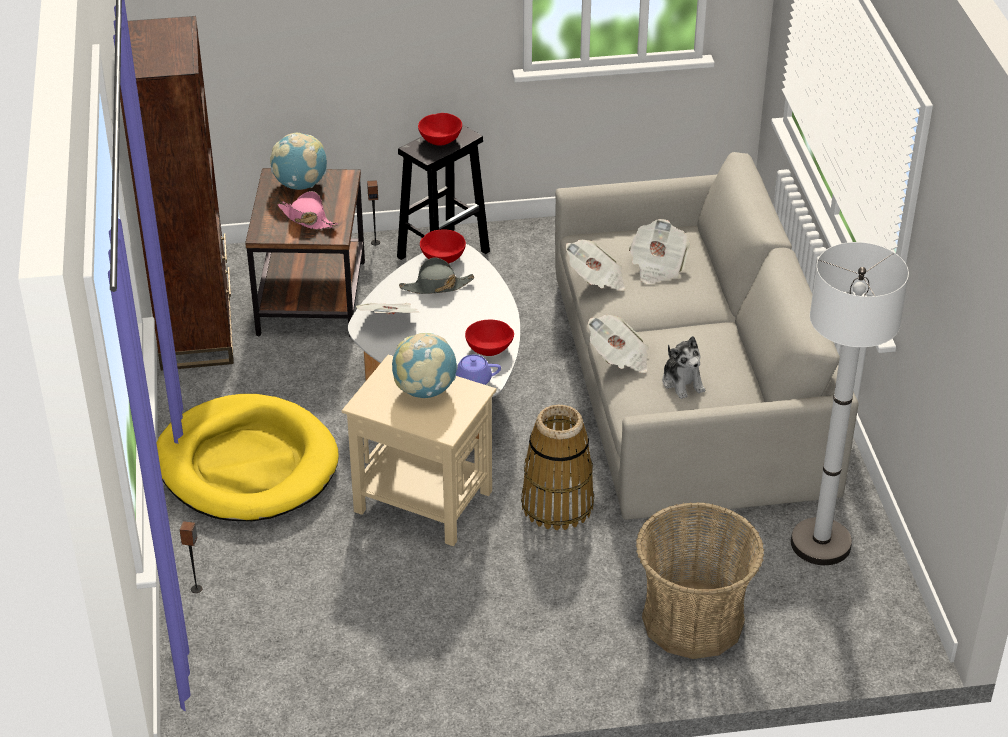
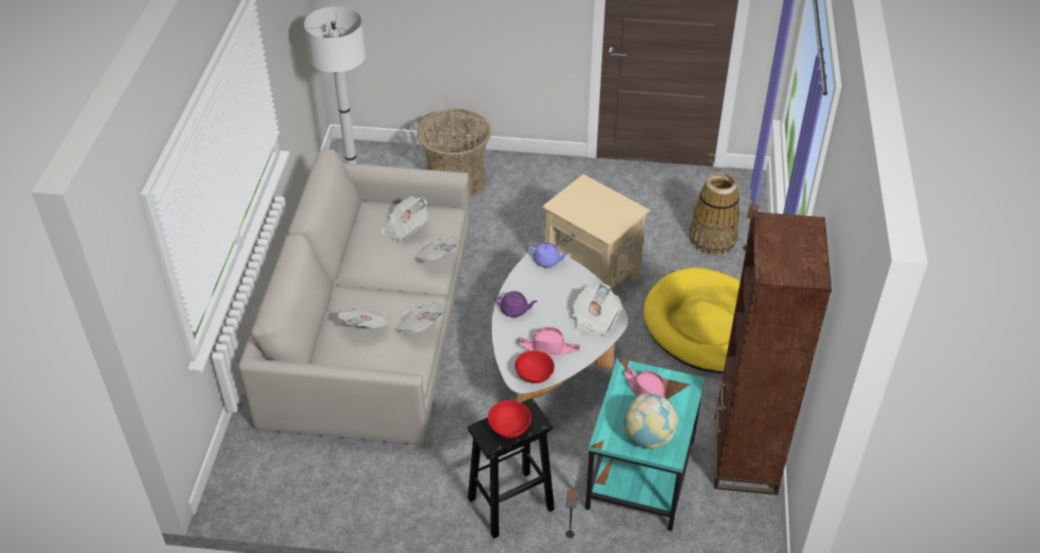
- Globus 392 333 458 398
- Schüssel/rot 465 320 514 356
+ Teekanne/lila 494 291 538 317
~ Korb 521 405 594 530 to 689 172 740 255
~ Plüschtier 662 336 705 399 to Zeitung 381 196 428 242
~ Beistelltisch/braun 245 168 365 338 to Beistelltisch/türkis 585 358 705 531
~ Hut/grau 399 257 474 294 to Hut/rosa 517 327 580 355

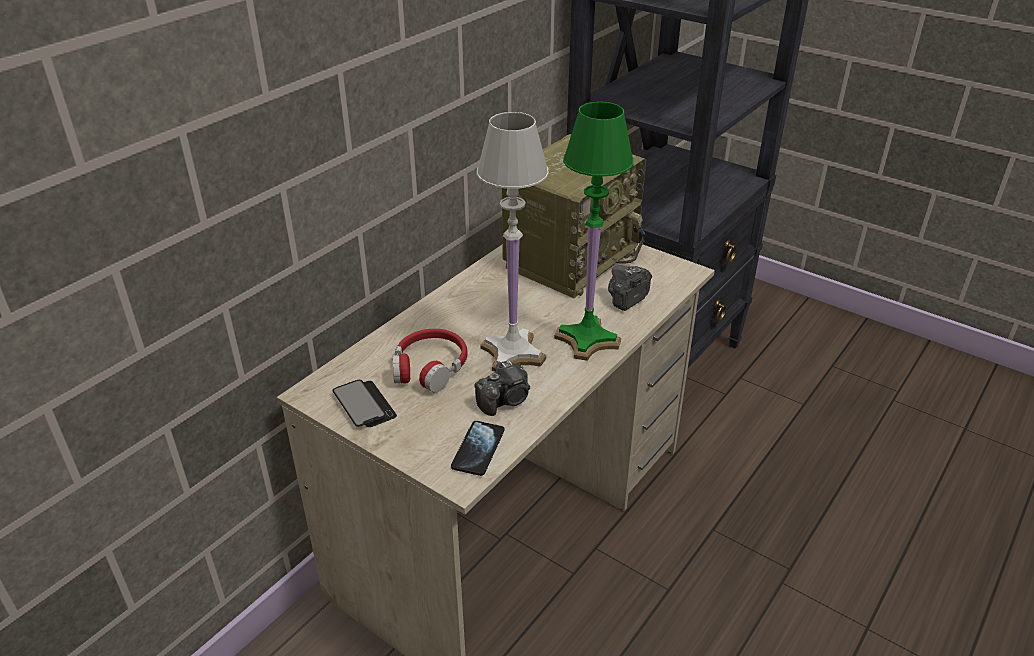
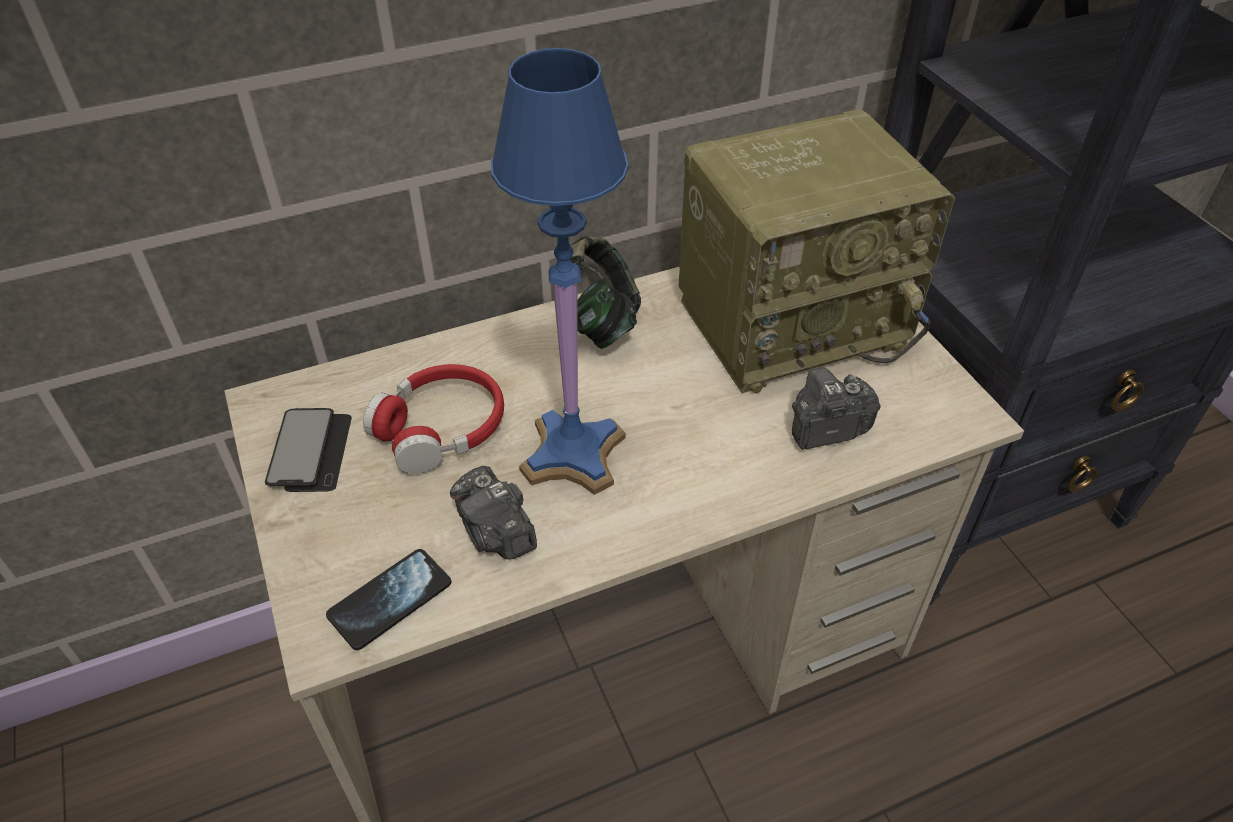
- Tischlampe/grün 554 102 634 361
+ Kopfhörer 570 236 641 349
~ Tischlampe/weiß 477 112 549 371 to Tischlampe/blau 491 48 628 495
~ Kamera 474 361 530 416 = 450 466 537 559 60 degrees clockwise

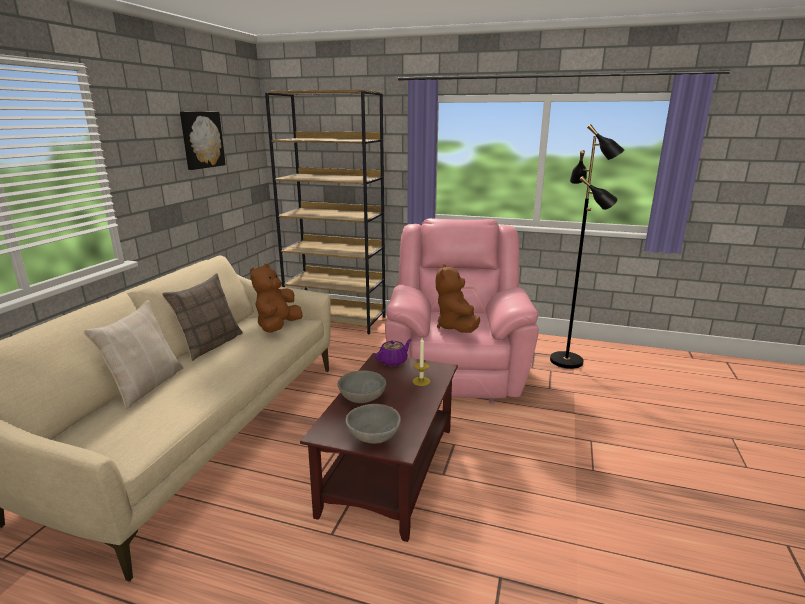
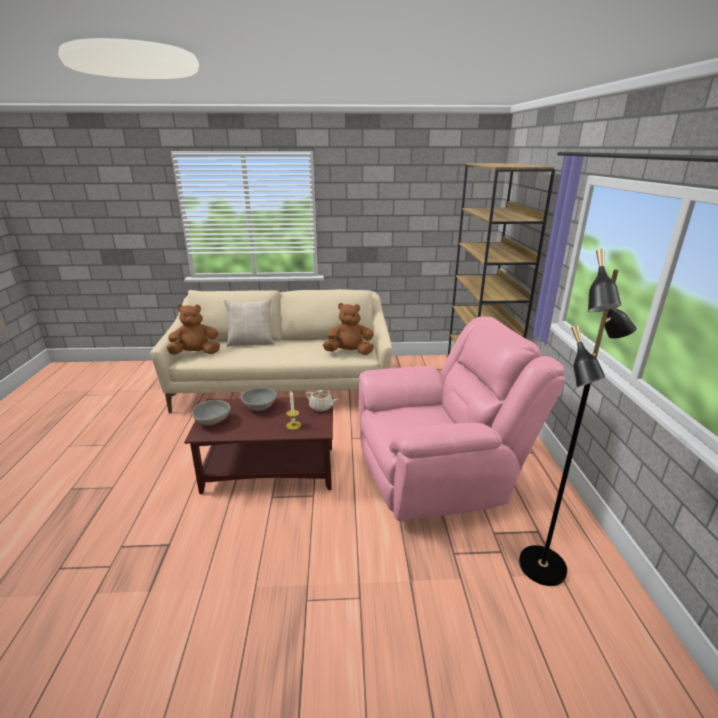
- Kissen 162 273 243 361
- Bild 180 112 226 170
~ Plüschtier/braun 436 264 480 333 to 167 304 220 355
~ Teekanne/lila 375 338 412 366 to Teekanne/beige 306 390 339 412

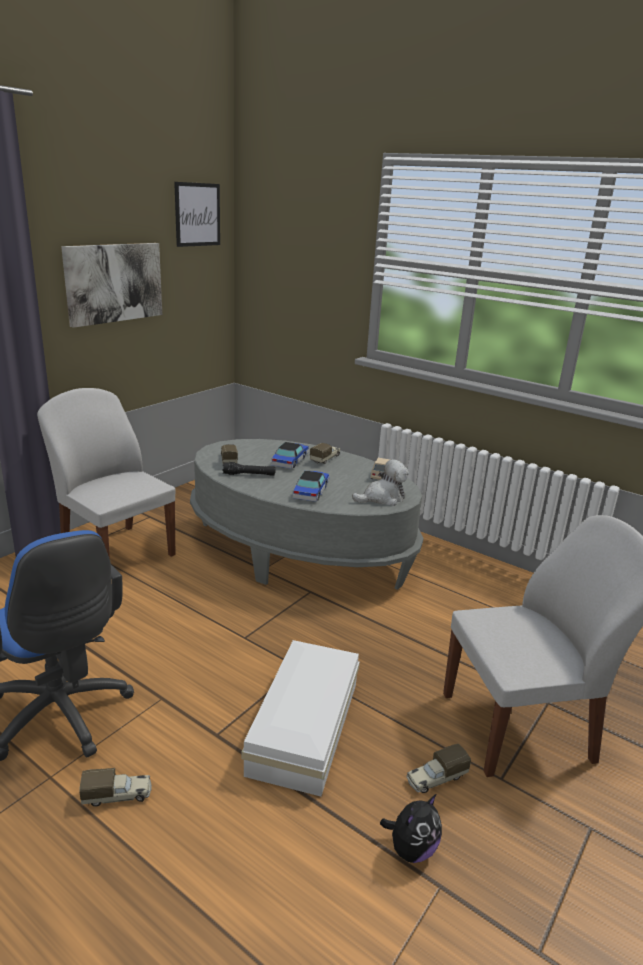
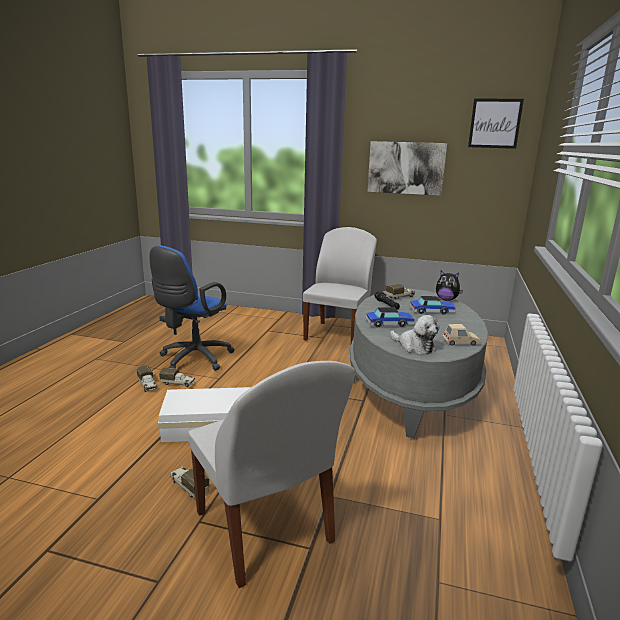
~ Spielzeuglaster 310 443 340 464 to 159 368 195 387
~ Plüschtier 380 794 442 863 to 436 270 463 301

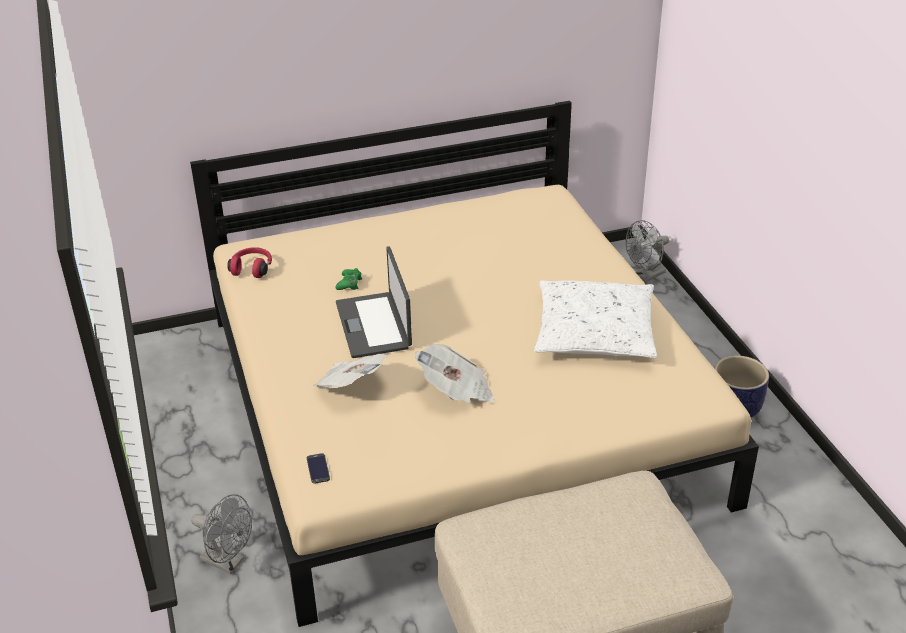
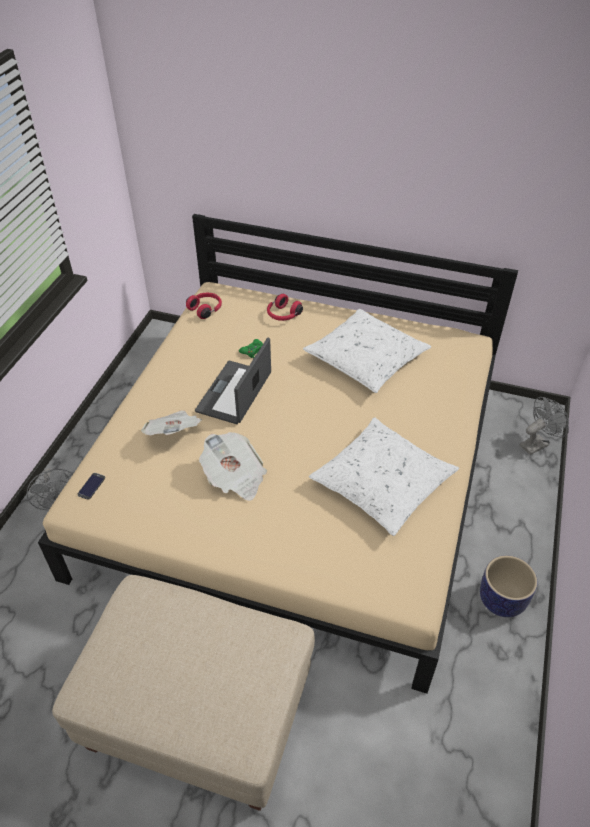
+ Kopfhörer/rot 267 294 303 321
+ Kissen/weiß 303 309 431 393
~ Ventilator/grau 626 220 669 283 = 520 397 569 455 150 degrees clockwise

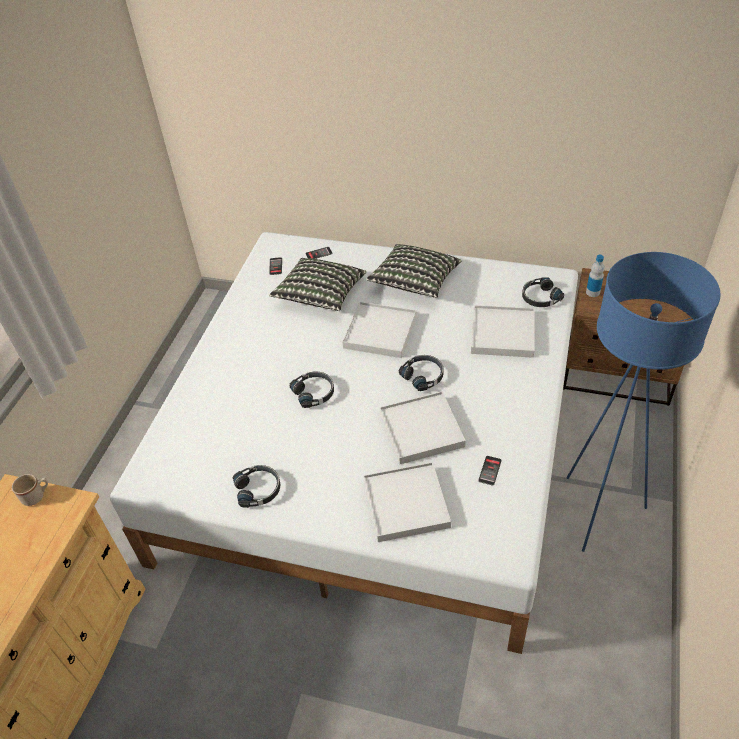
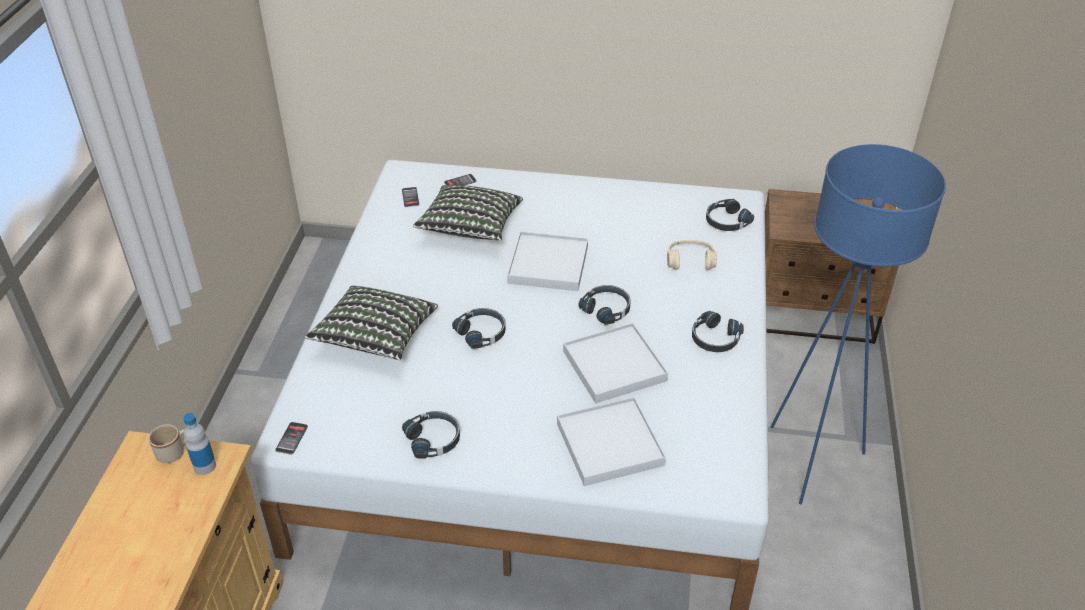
+ Kopfhörer/schwarz 692 311 744 352
~ Kissen 366 244 462 298 to 305 286 438 361
~ Handy 478 456 502 486 to 275 422 308 455
~ Flasche 586 255 604 297 to 183 413 216 475
~ Tablett/weiß 471 305 535 358 to Kopfhörer/beige 667 240 717 270

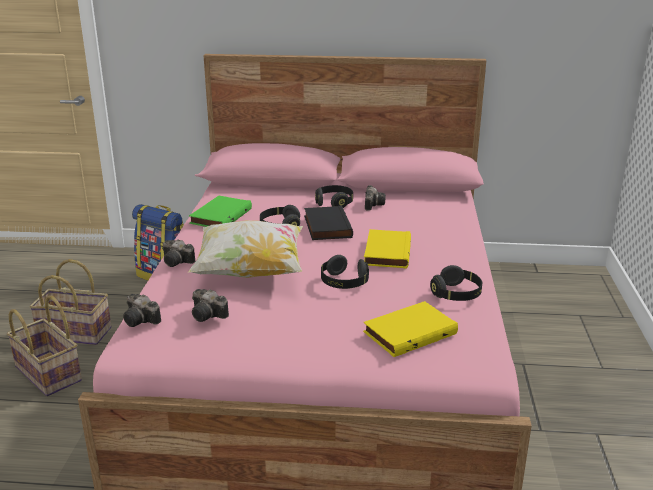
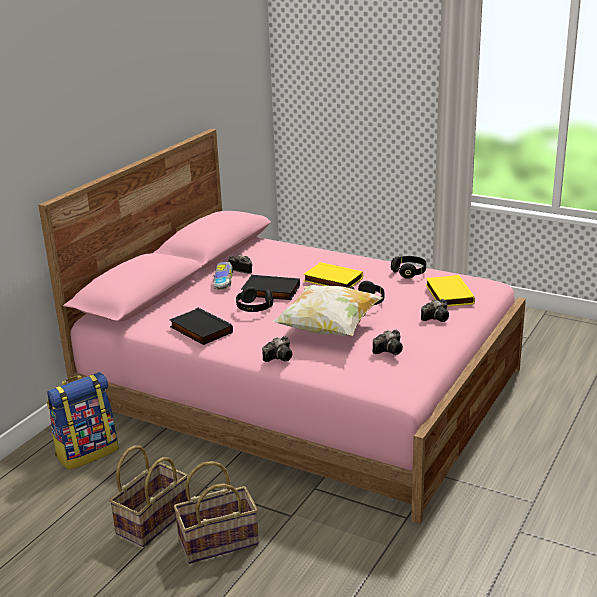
~ Kamera 123 294 161 327 to 421 299 449 322
~ Kopfhörer/schwarz 315 185 353 208 to Spielzeugauto 213 261 233 290
~ Buch/grün 189 196 252 227 to Buch/schwarz 170 308 233 345

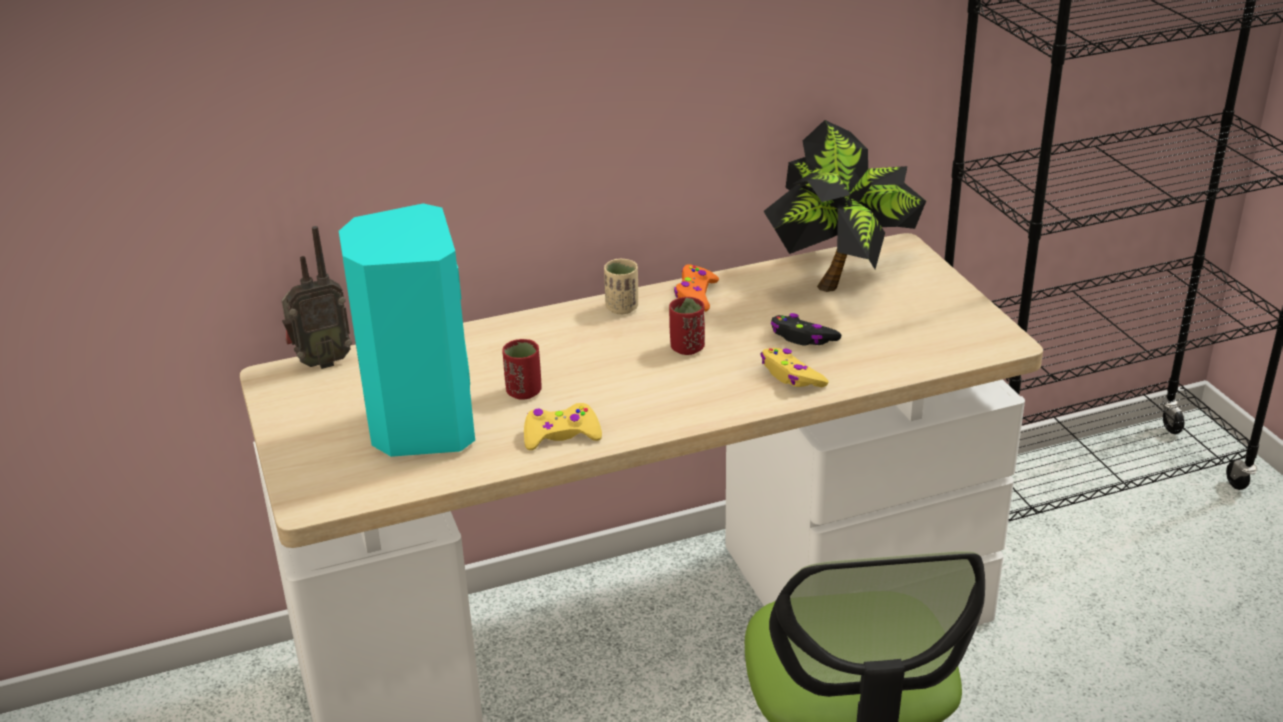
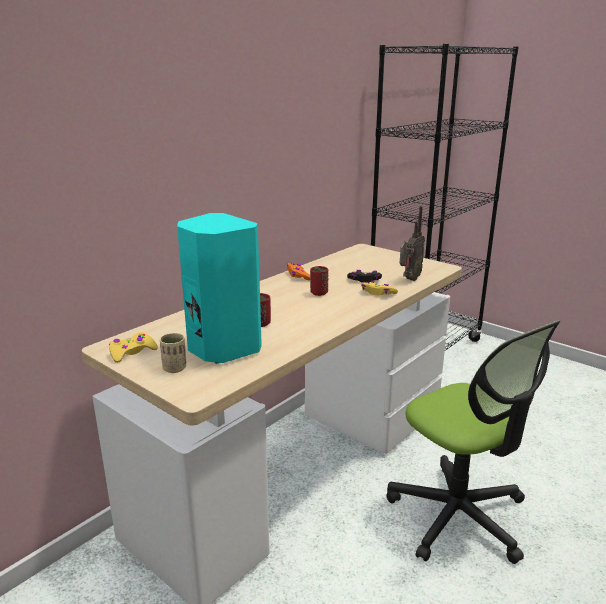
- Topfpflanze 763 120 926 292
~ Radio 282 226 352 369 to 400 206 425 281
~ Gamepad/gelb 524 403 602 450 to 109 332 158 363
~ Tasse/beige 604 259 638 314 to 160 333 186 373

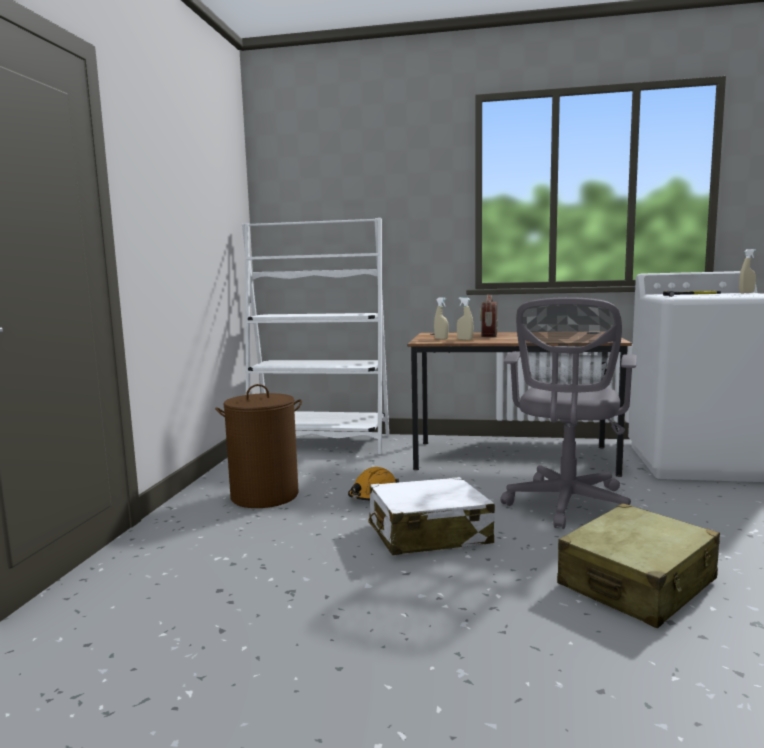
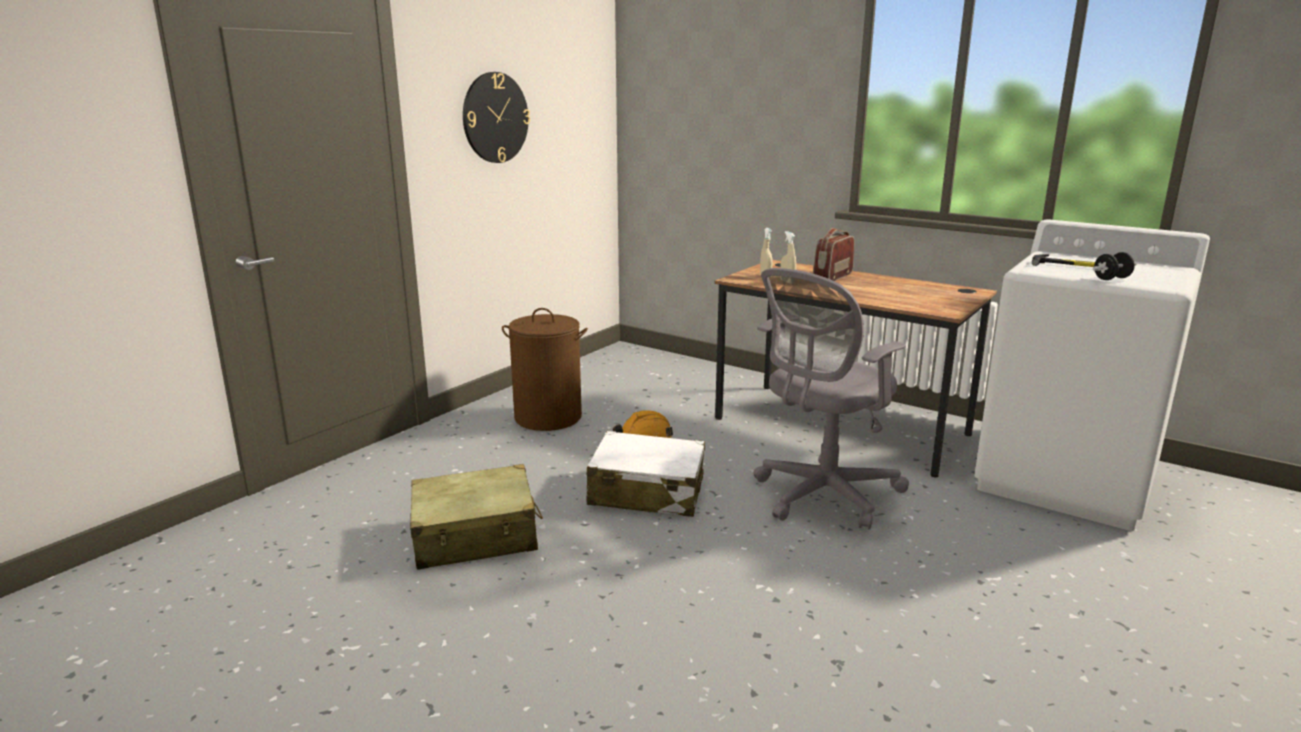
- Bücherregal/weiß 242 218 389 454
- Sprühflasche/beige 739 249 756 293
+ Wanduhr 463 72 530 163
+ Hantel/schwarz 1092 252 1136 280
~ Koffer/beige 557 503 720 628 to 410 464 543 570

